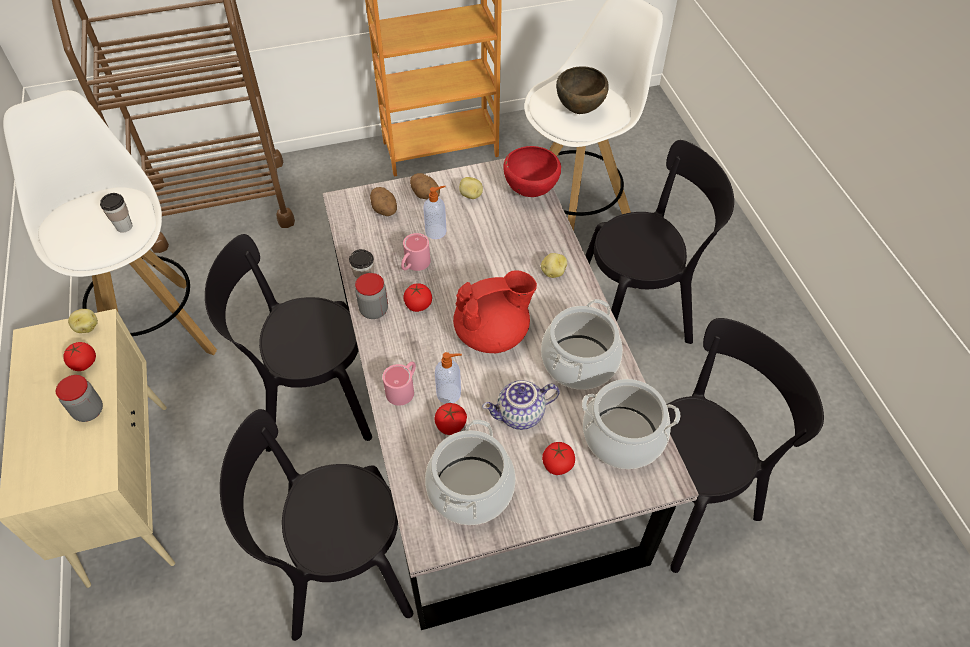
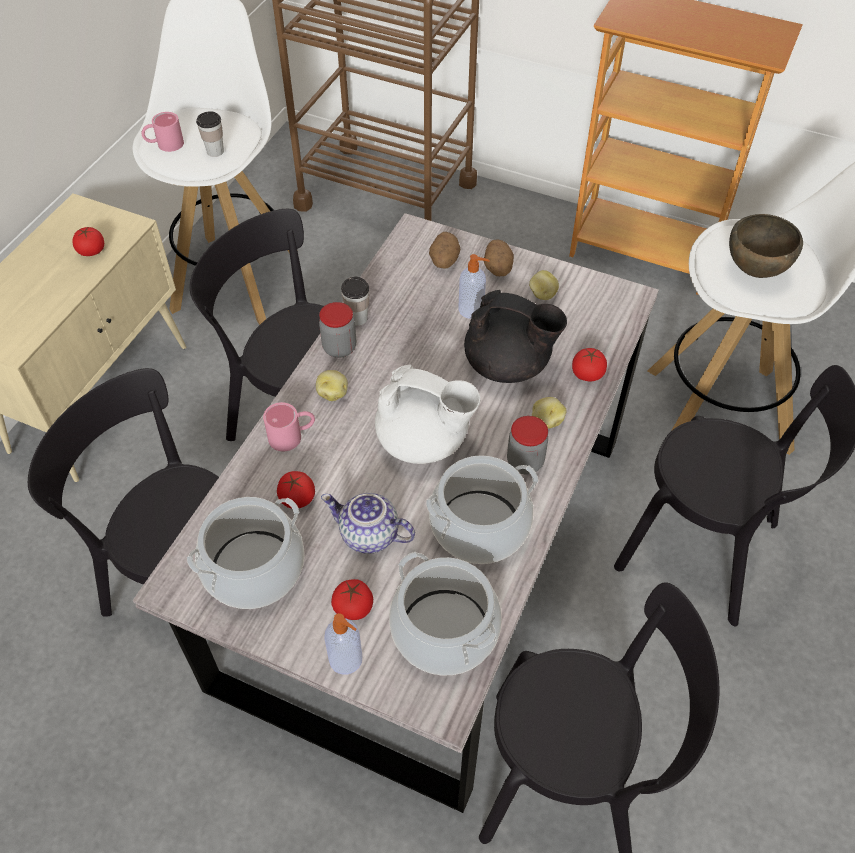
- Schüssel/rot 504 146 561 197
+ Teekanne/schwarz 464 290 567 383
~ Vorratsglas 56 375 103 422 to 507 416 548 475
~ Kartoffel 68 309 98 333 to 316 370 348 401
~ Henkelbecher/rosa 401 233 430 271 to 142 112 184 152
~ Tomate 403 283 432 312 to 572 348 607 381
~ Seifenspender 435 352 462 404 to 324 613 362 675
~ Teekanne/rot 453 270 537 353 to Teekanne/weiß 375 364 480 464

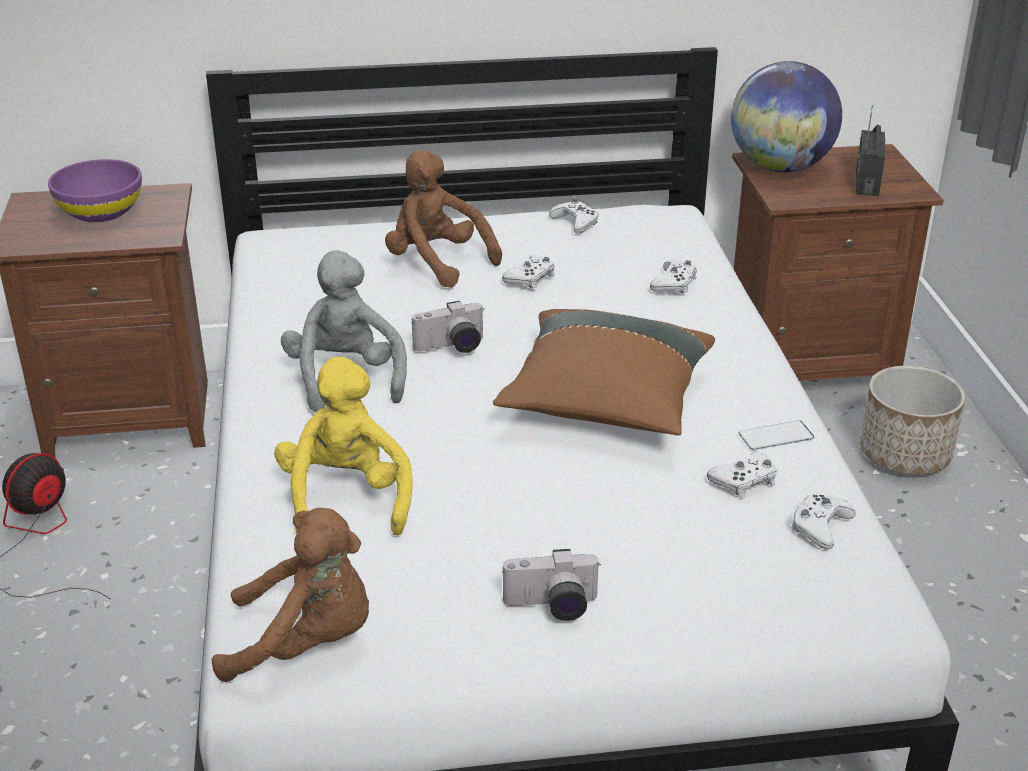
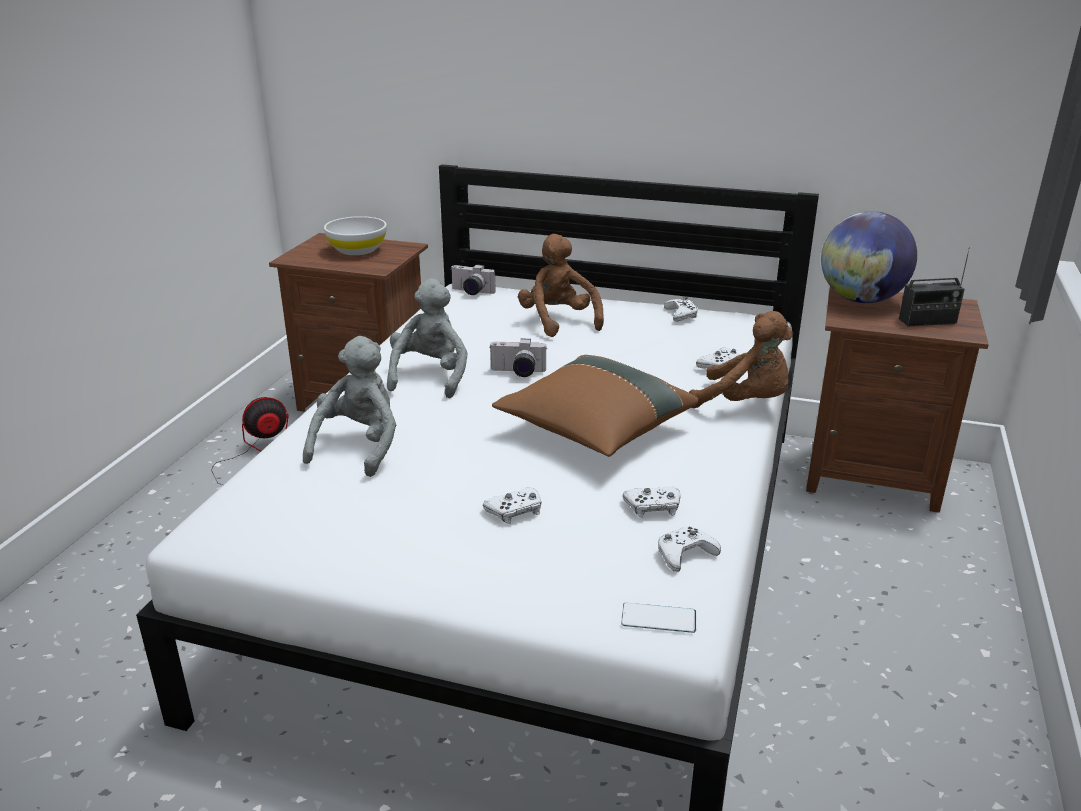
- Pflanzkübel 860 366 965 475
~ Plüschtier/braun 212 508 369 682 to 689 311 793 408
~ Gamepad/weiß 502 255 555 288 to 483 487 541 524
~ Kamera 502 549 601 621 to 450 264 496 295
~ Handy 739 420 814 450 to 621 603 696 633
~ Schüssel/lila 48 159 142 222 to Schüssel/weiß 324 216 387 255
~ Plüschtier/gelb 274 357 413 535 to Plüschtier/grau 303 336 396 477
~ Radio 856 105 886 196 = 899 247 970 326 135 degrees counterclockwise

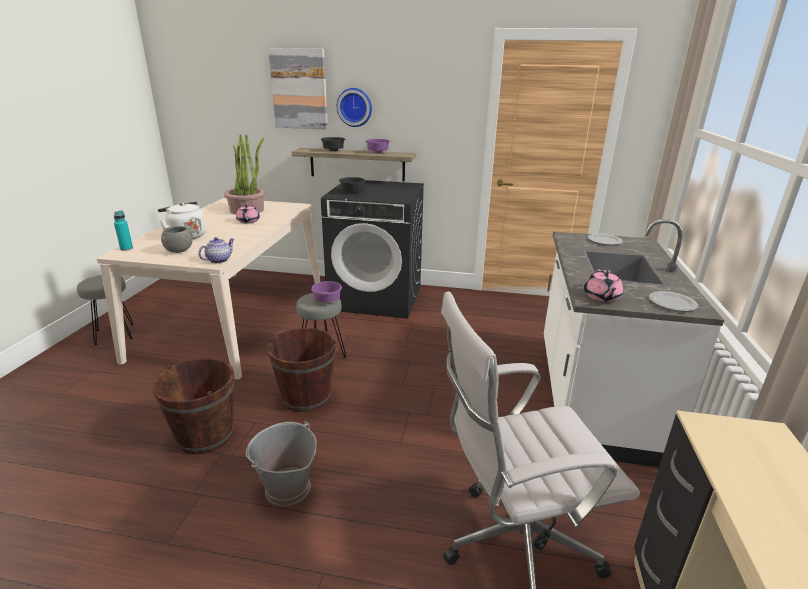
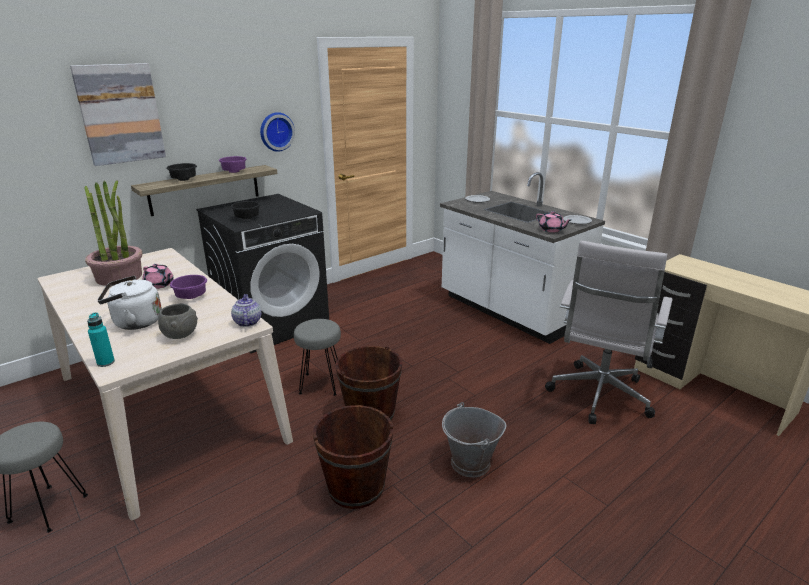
~ Schüssel/lila 311 281 342 303 to 170 275 207 299
~ Wanduhr 337 88 372 127 to 260 112 295 152

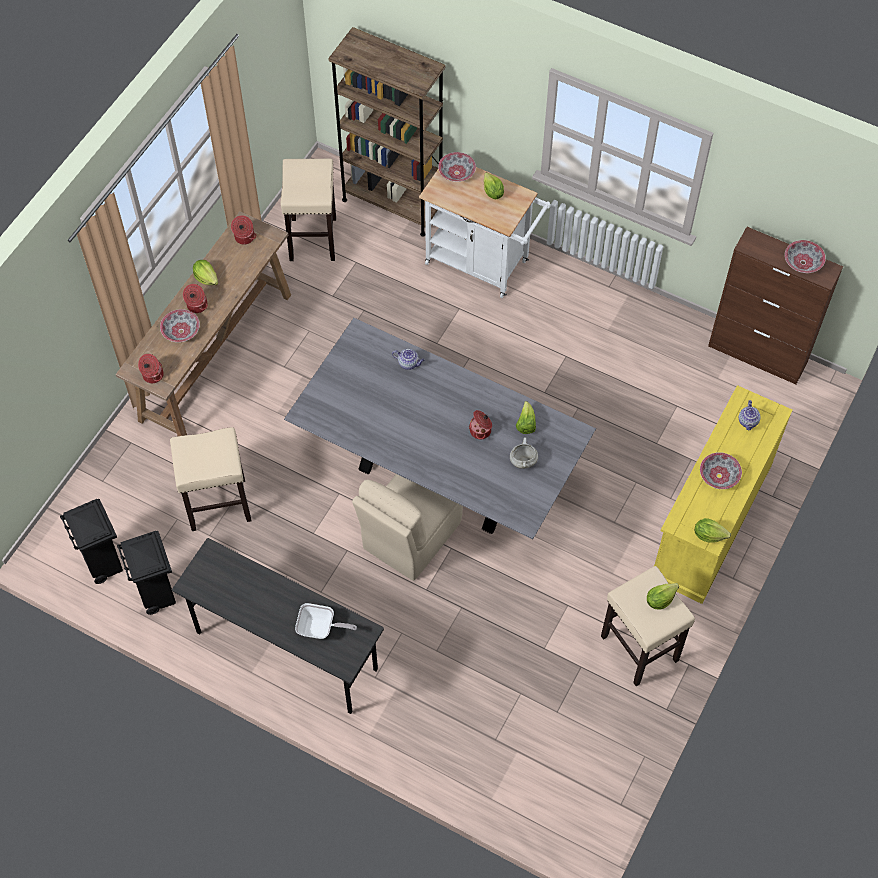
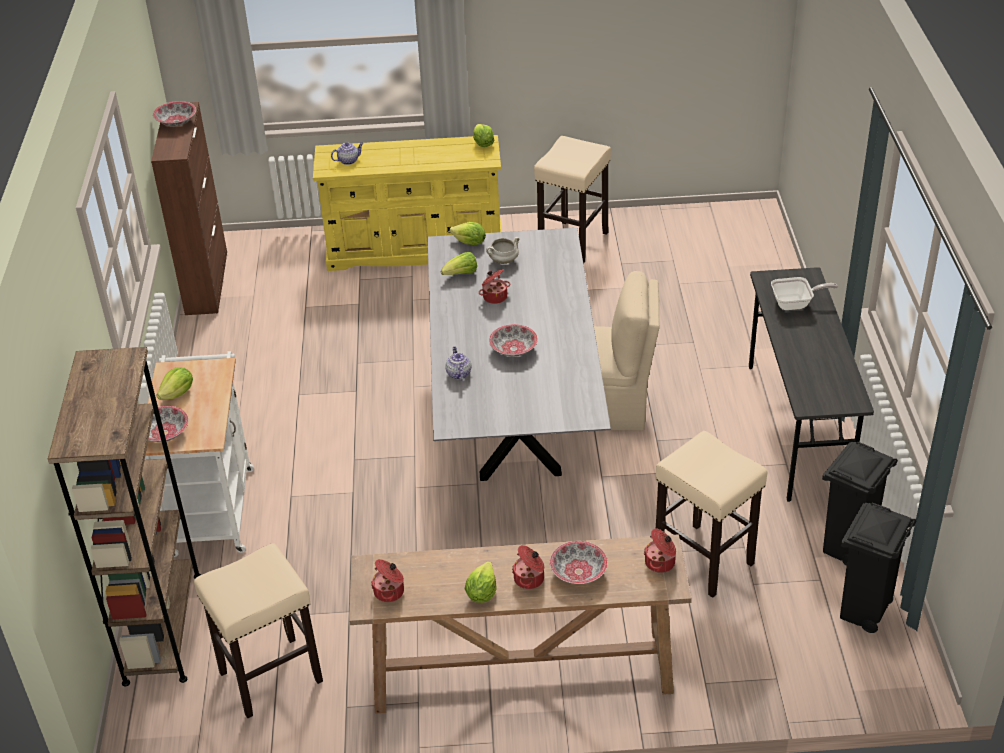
~ Salatkopf 647 583 679 609 to 450 222 486 245
~ Schüssel 700 452 742 489 to 489 324 538 357
~ Pfanne 295 603 357 639 = 771 277 838 310 105 degrees clockwise

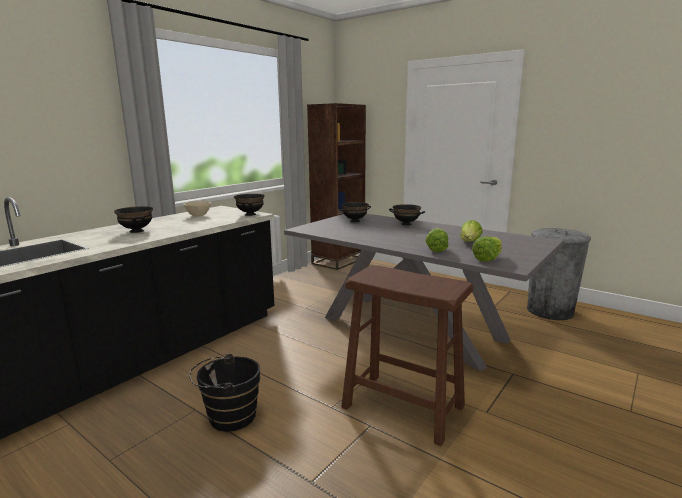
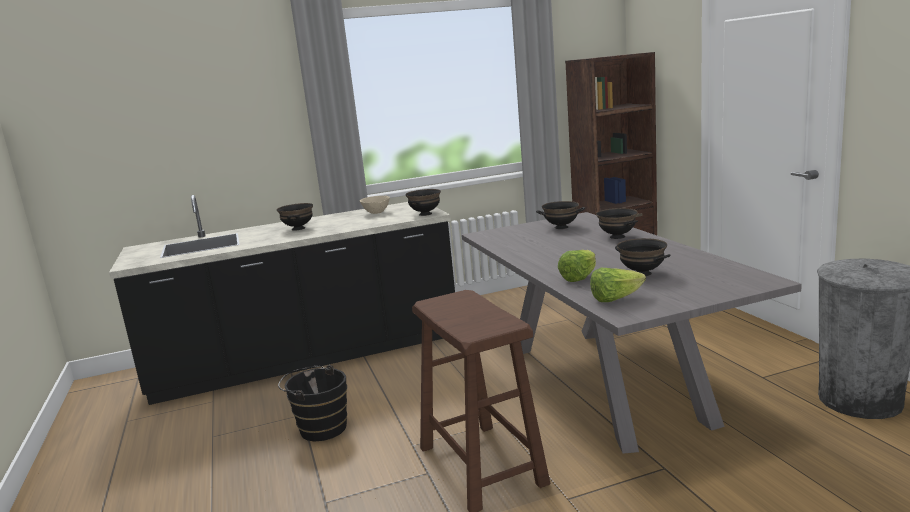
~ Salatkopf 460 220 483 242 to Schüssel/schwarz 615 238 671 276

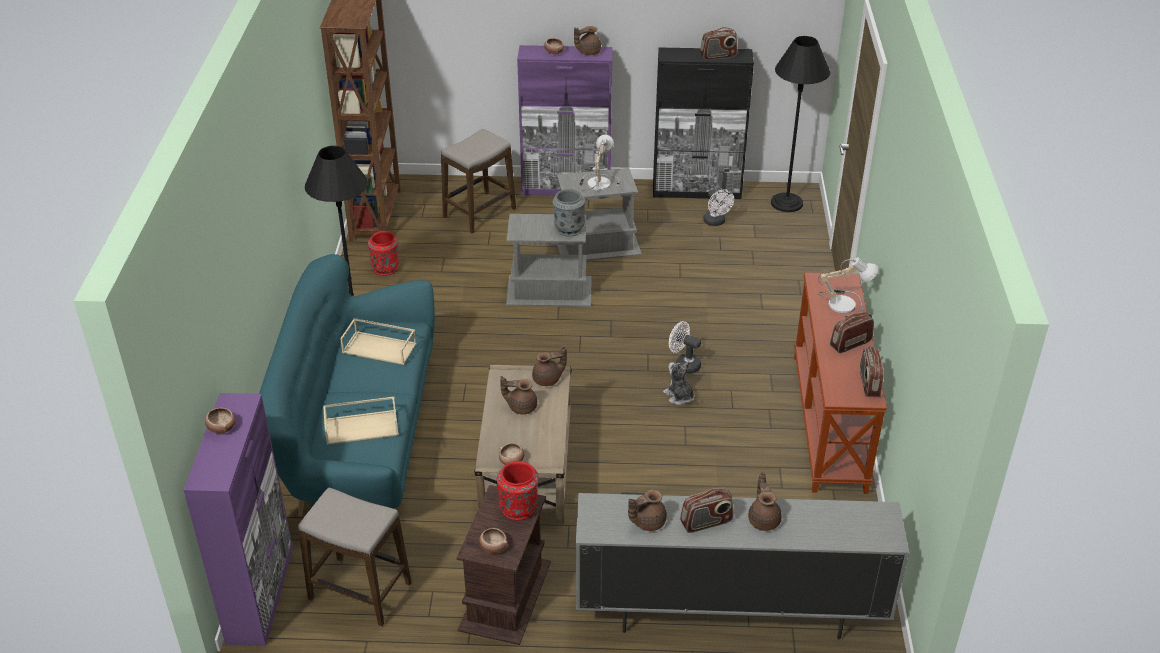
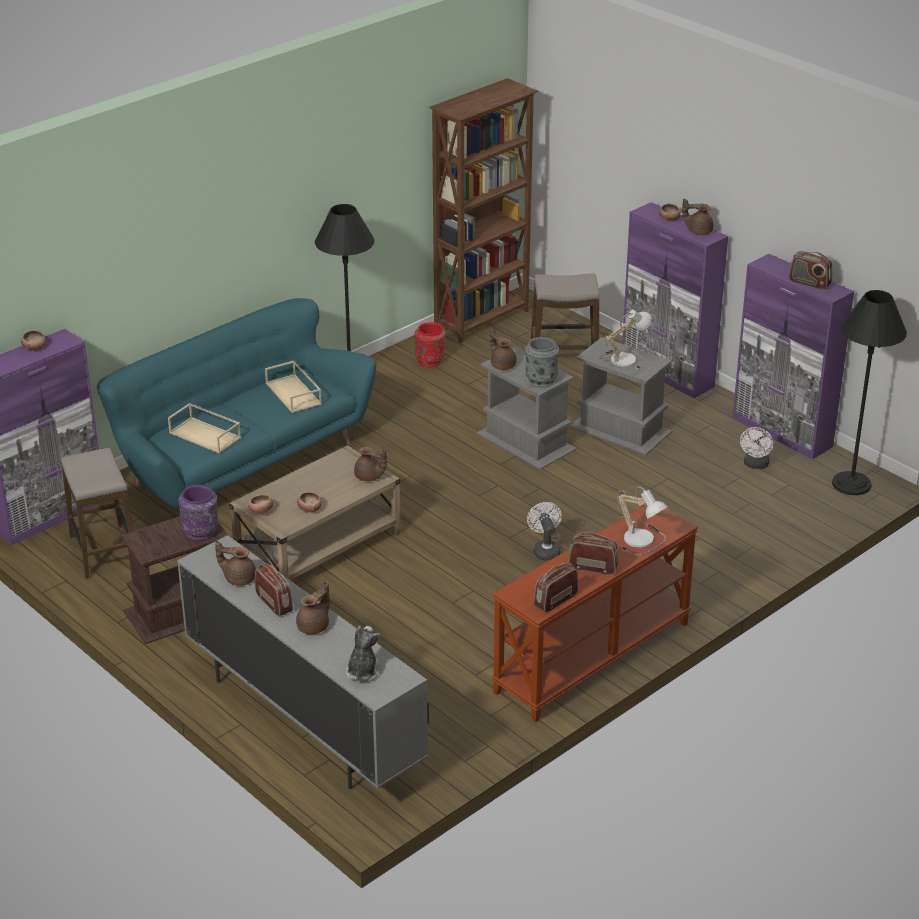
~ Schüssel 479 528 507 553 to 297 492 322 513
~ Teekanne/braun 500 376 537 414 to 490 328 516 370
~ Plüschtier 663 361 695 405 to 346 626 380 681
~ Vase/rot 497 461 539 521 to Vase/lila 178 485 218 541
~ Schrank/schwarz 653 48 754 199 to Schrank/lila 732 254 854 459
~ Radio 680 488 734 533 = 255 563 293 616 150 degrees counterclockwise

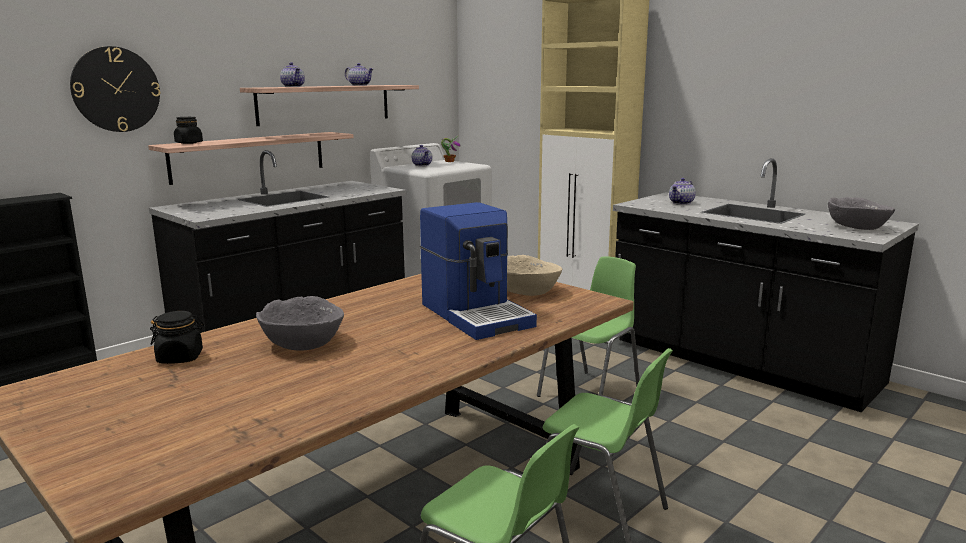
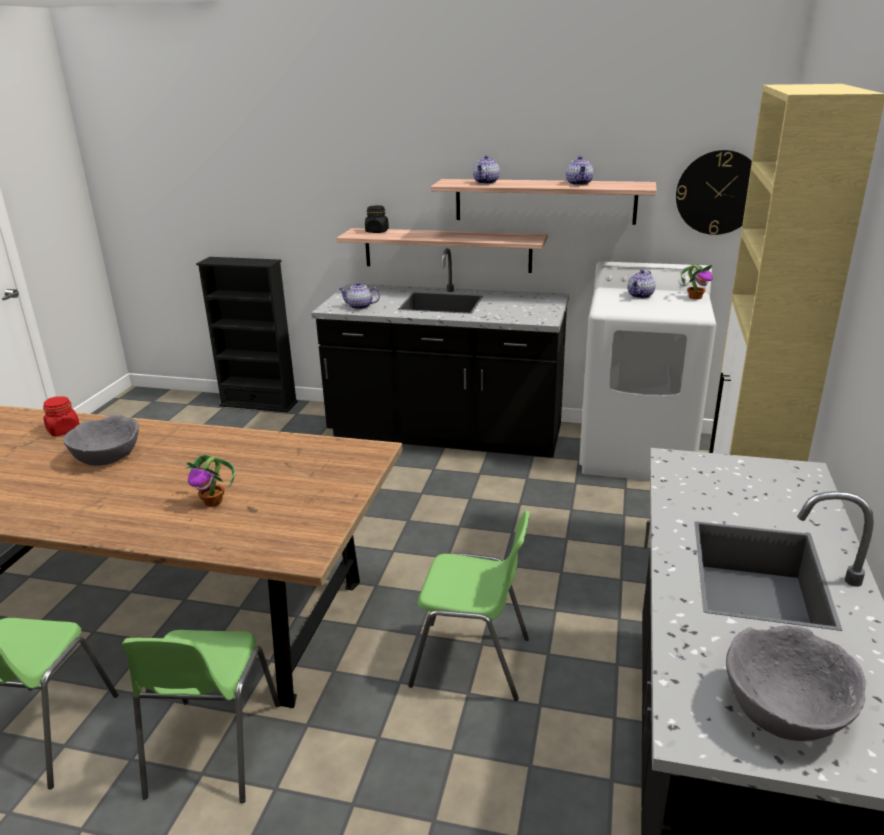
- Schüssel/beige 507 255 562 296
~ Wanduhr 70 46 160 132 to 676 150 752 235
~ Teekanne 669 178 696 205 to 338 282 380 310
~ Kaffeemaschine 420 202 537 340 to Topfpflanze 185 455 235 507
~ Vorratsglas/schwarz 150 311 204 364 to Vorratsglas/rot 43 396 80 436

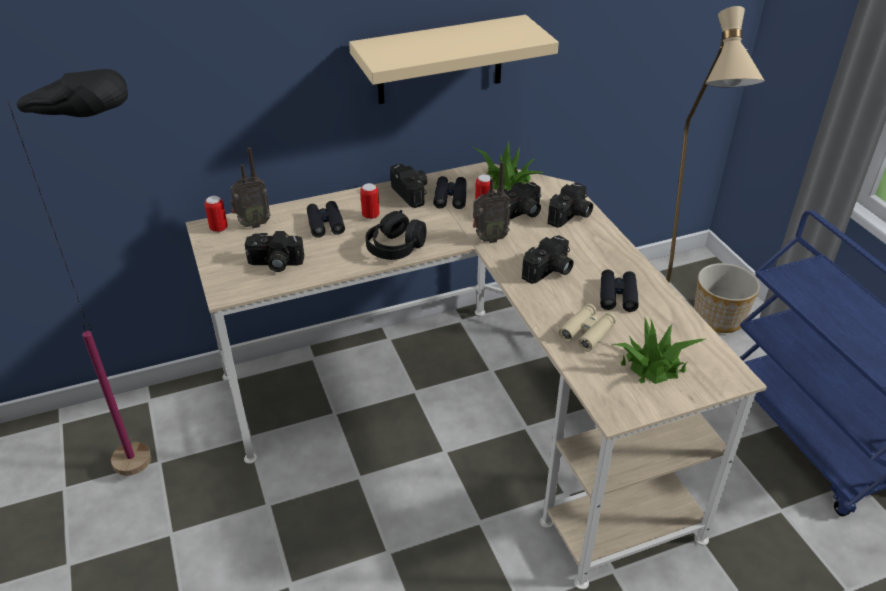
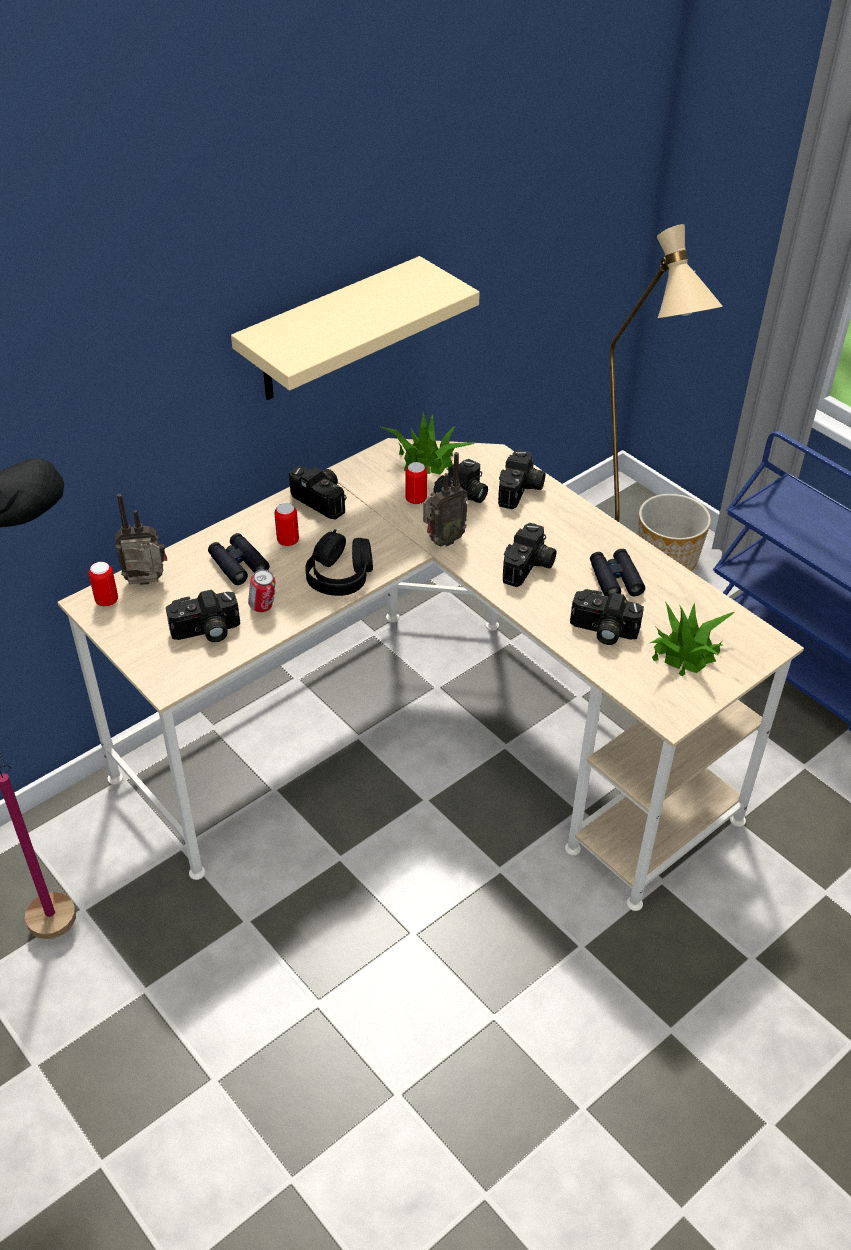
- Fernglas/schwarz 433 176 467 209
+ Dose 248 569 275 612
~ Fernglas/beige 558 304 616 351 to Kamera 570 589 644 645
~ Radio 230 147 271 228 = 115 494 167 585 150 degrees counterclockwise

